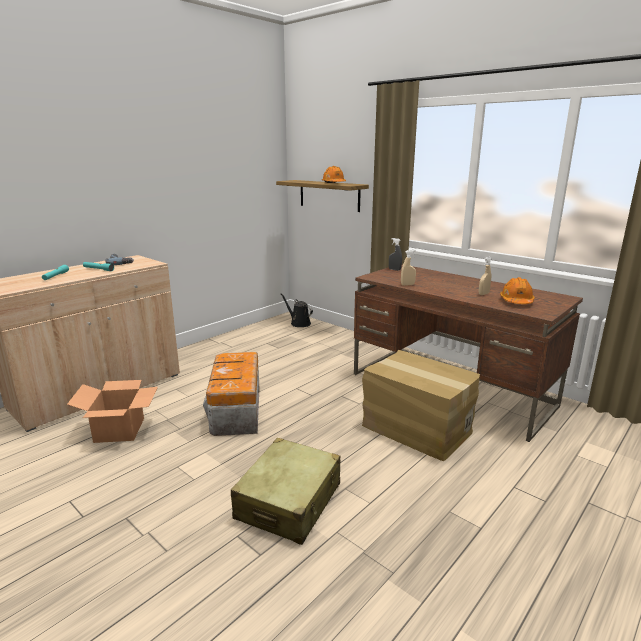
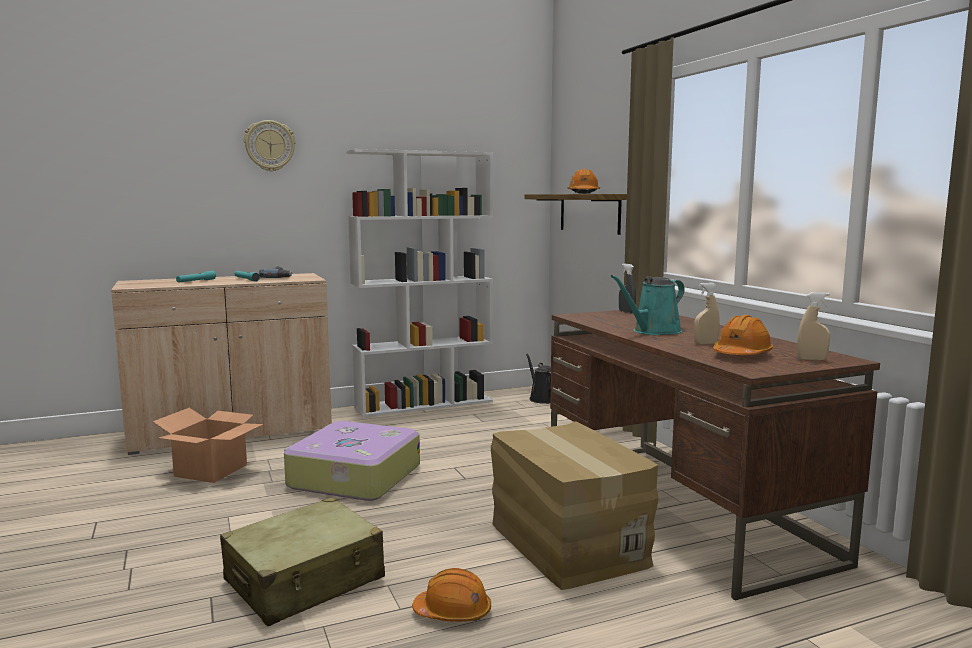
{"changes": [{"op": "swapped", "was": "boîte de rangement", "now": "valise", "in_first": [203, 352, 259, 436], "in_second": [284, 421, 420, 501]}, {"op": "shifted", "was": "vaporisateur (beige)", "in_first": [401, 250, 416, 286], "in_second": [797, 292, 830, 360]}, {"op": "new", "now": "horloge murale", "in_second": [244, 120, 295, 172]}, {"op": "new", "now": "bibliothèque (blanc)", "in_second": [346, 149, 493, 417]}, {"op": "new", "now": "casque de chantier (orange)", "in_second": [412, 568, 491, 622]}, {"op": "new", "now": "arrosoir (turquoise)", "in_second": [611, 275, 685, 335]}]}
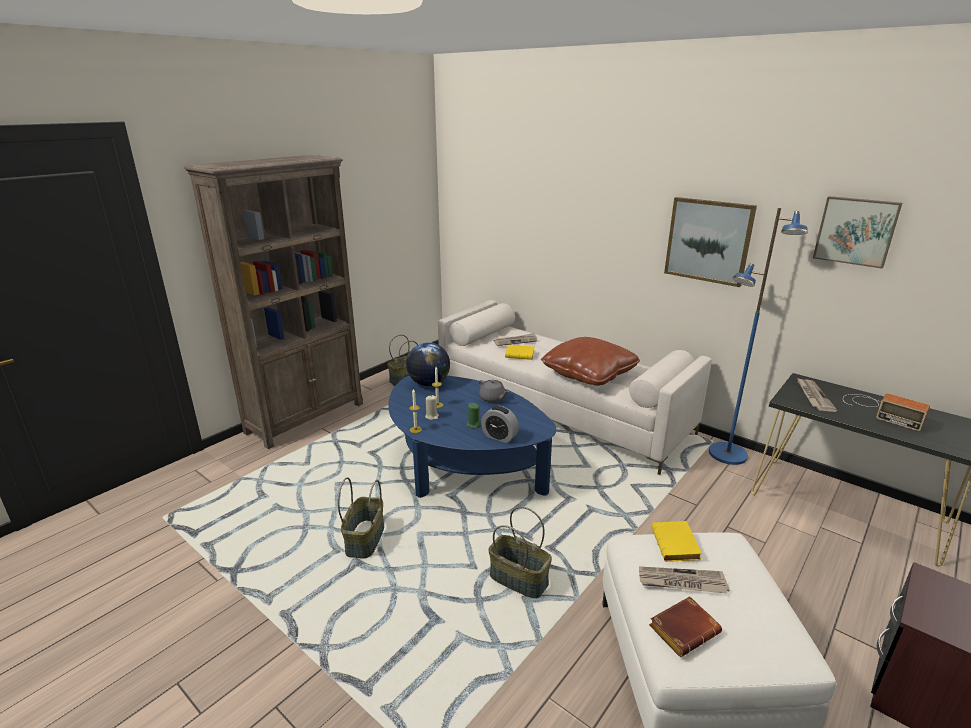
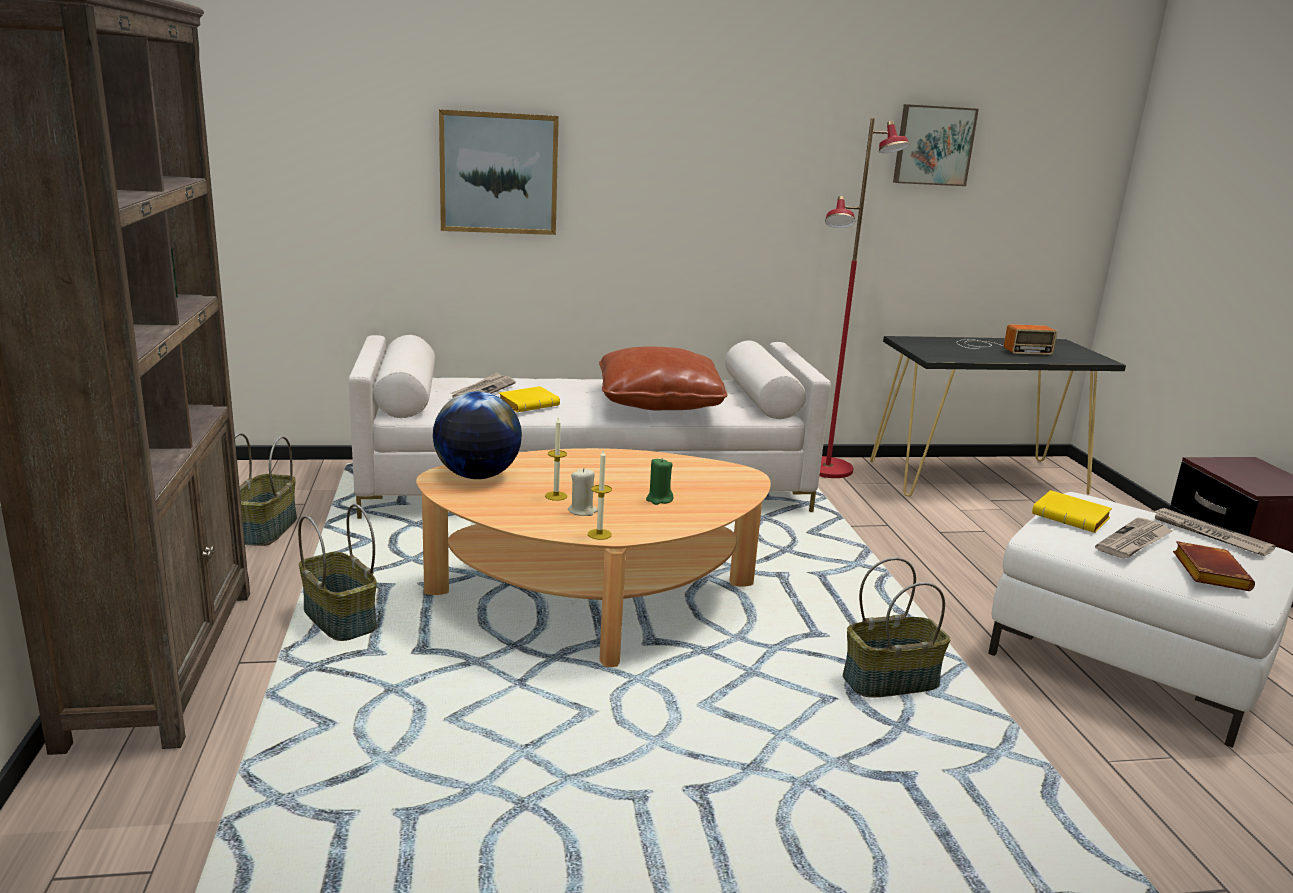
{"changes": [{"op": "shifted", "was": "panier", "in_first": [338, 477, 384, 559], "in_second": [298, 504, 377, 641]}, {"op": "repainted", "was": "table basse (bleu)", "now": "table basse (beige)", "in_first": [389, 376, 556, 498], "in_second": [416, 448, 771, 667]}, {"op": "gone", "was": "théière (gris)", "in_first": [478, 379, 509, 403]}, {"op": "gone", "was": "réveil", "in_first": [481, 406, 519, 443]}, {"op": "shifted", "was": "tableau", "in_first": [664, 197, 757, 287], "in_second": [439, 109, 559, 235]}, {"op": "repainted", "was": "lampadaire (bleu)", "now": "lampadaire (rouge)", "in_first": [709, 208, 808, 465], "in_second": [819, 118, 910, 478]}, {"op": "shifted", "was": "journal", "in_first": [797, 378, 837, 412], "in_second": [1152, 508, 1276, 556]}]}
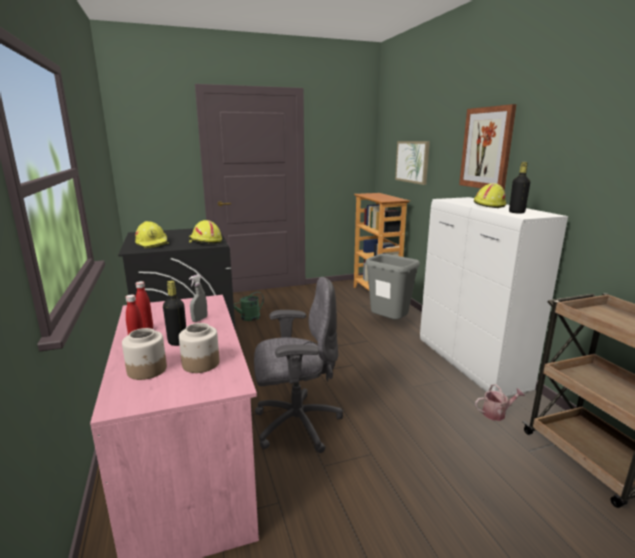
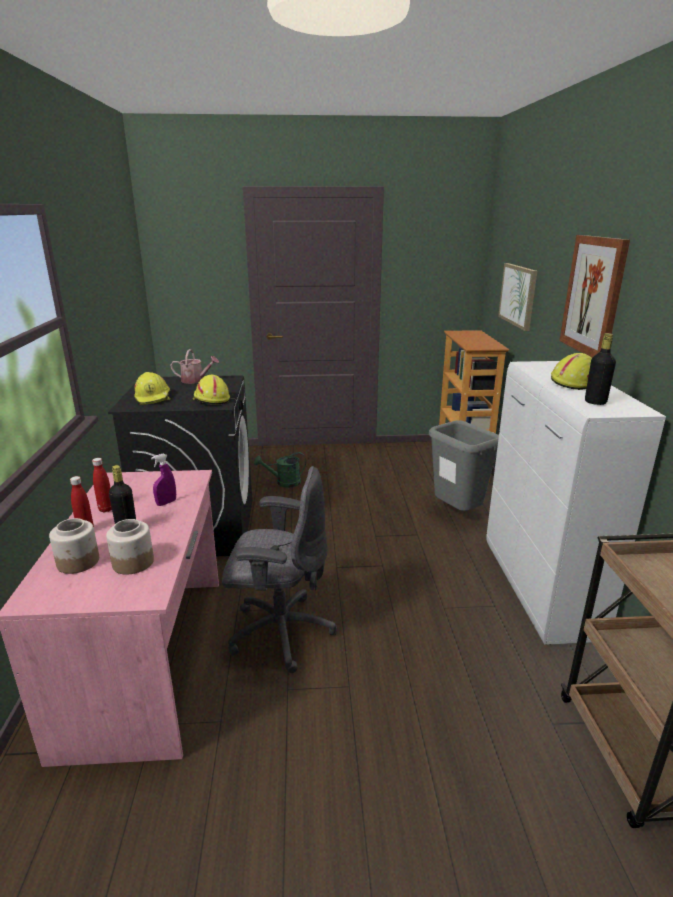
{"changes": [{"op": "repainted", "was": "vaporisateur (gris)", "now": "vaporisateur (violet)", "in_first": [189, 274, 207, 322], "in_second": [151, 454, 176, 506]}, {"op": "shifted", "was": "arrosoir", "in_first": [475, 384, 525, 421], "in_second": [170, 349, 219, 384]}]}
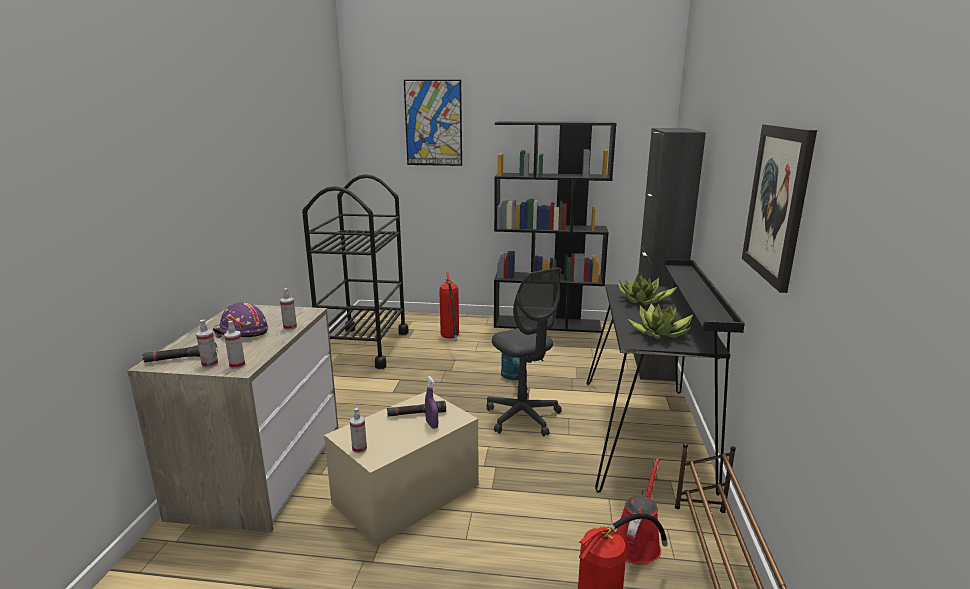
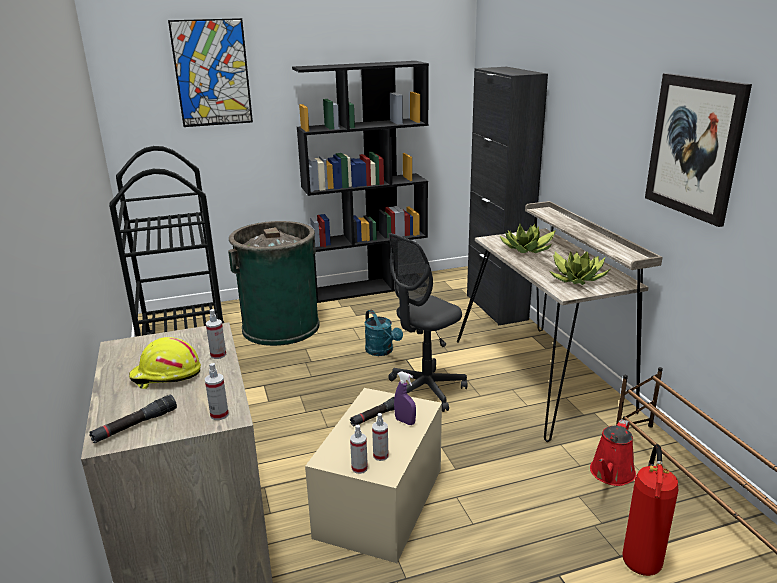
{"changes": [{"op": "shifted", "was": "vaporisateur", "in_first": [196, 320, 218, 368], "in_second": [372, 413, 389, 461]}, {"op": "repainted", "was": "casque de chantier (violet)", "now": "casque de chantier (jaune)", "in_first": [213, 302, 268, 338], "in_second": [129, 337, 201, 389]}, {"op": "swapped", "was": "extincteur", "now": "poubelle (vert)", "in_first": [439, 272, 459, 341], "in_second": [228, 221, 320, 346]}, {"op": "rotated", "was": "chaise de bureau (gris)", "in_first": [486, 267, 562, 436], "in_second": [388, 233, 467, 412], "clockwise": 105}, {"op": "repainted", "was": "bureau (noir)", "now": "bureau (beige)", "in_first": [587, 259, 745, 496], "in_second": [457, 201, 663, 442]}, {"op": "rotated", "was": "arrosoir (rouge)", "in_first": [616, 458, 661, 565], "in_second": [590, 419, 636, 486], "clockwise": -150}]}
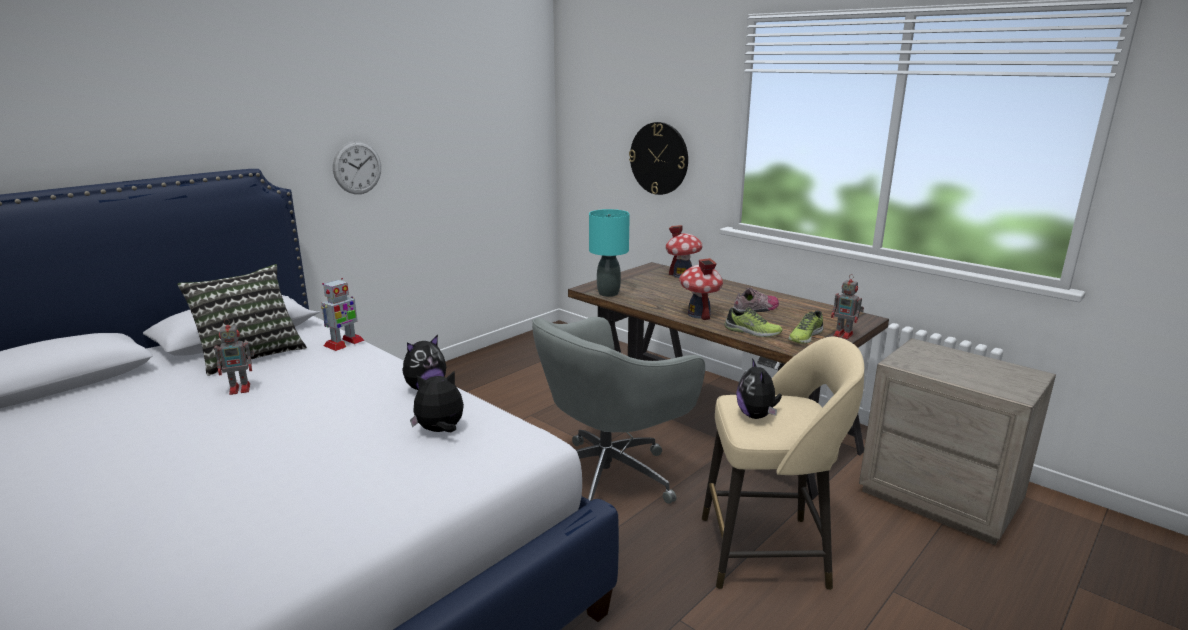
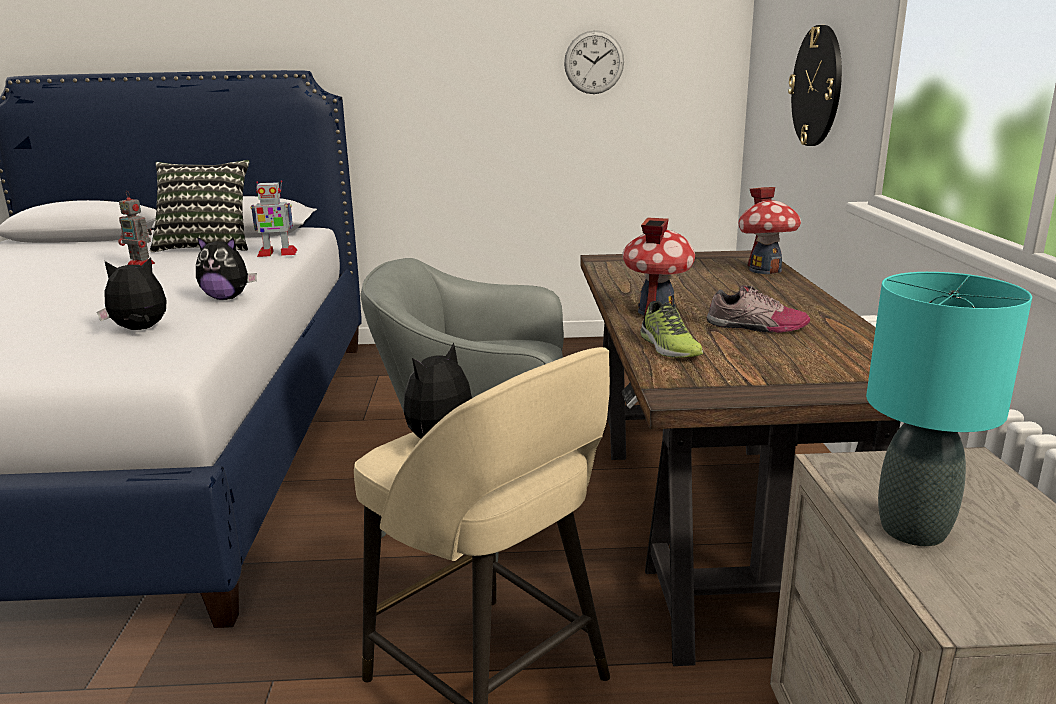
{"changes": [{"op": "shifted", "was": "horloge murale", "in_first": [333, 141, 381, 194], "in_second": [564, 30, 624, 94]}, {"op": "rotated", "was": "peluche", "in_first": [410, 371, 464, 432], "in_second": [97, 257, 167, 330], "clockwise": -45}, {"op": "shifted", "was": "lampe de table (turquoise)", "in_first": [589, 209, 630, 297], "in_second": [866, 272, 1032, 546]}, {"op": "gone", "was": "chaussure", "in_first": [789, 311, 824, 344]}, {"op": "gone", "was": "robot jouet", "in_first": [831, 274, 864, 339]}]}
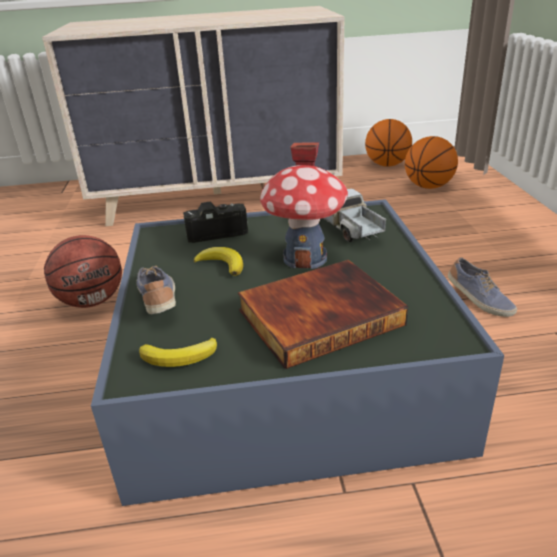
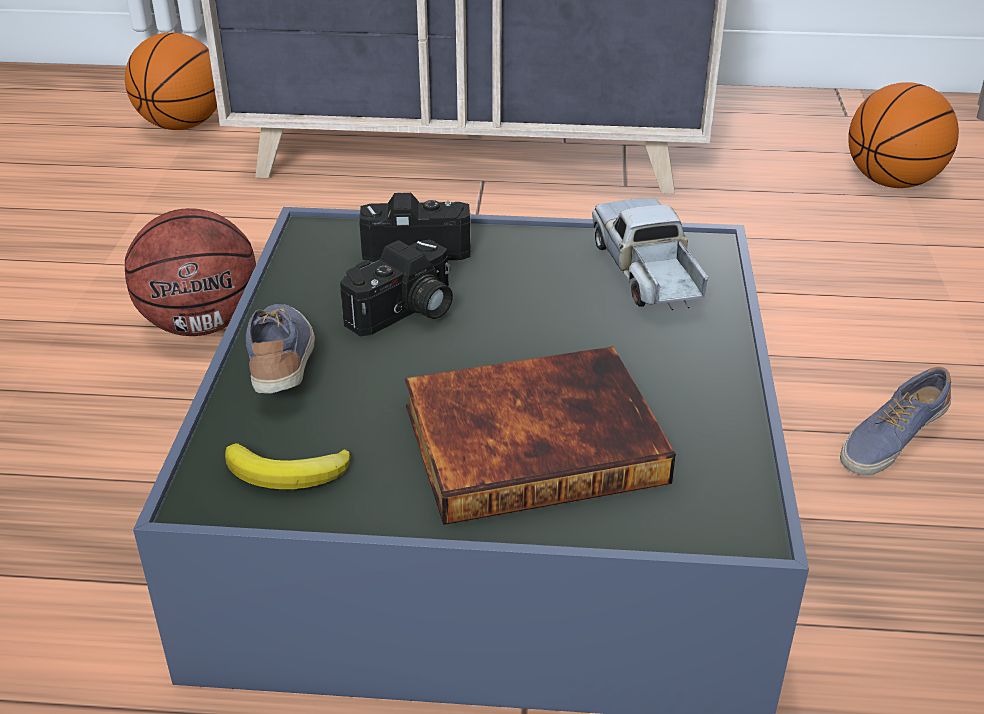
{"changes": [{"op": "swapped", "was": "banane", "now": "appareil photo", "in_first": [194, 247, 243, 276], "in_second": [340, 239, 453, 337]}, {"op": "gone", "was": "maison miniature", "in_first": [260, 143, 348, 269]}, {"op": "shifted", "was": "ballon de basket", "in_first": [365, 119, 412, 167], "in_second": [125, 32, 217, 130]}, {"op": "rotated", "was": "chaussure", "in_first": [448, 257, 517, 317], "in_second": [840, 367, 951, 476], "clockwise": 75}]}
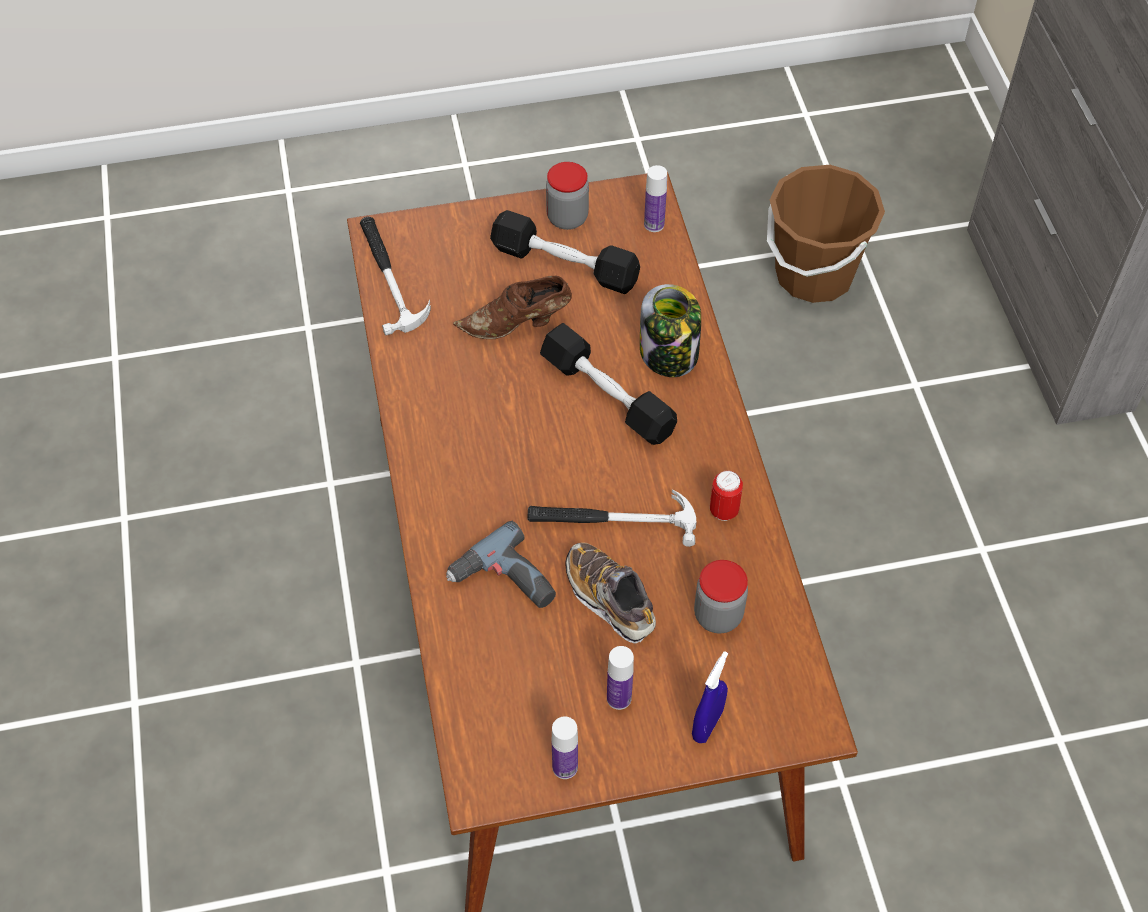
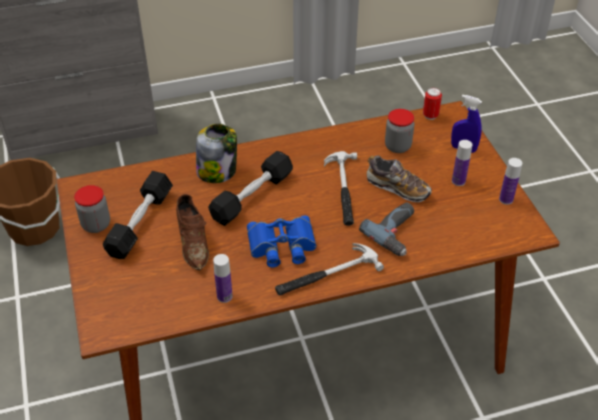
{"changes": [{"op": "shifted", "was": "marteau", "in_first": [360, 217, 431, 336], "in_second": [275, 243, 384, 295]}, {"op": "rotated", "was": "chaussure", "in_first": [565, 542, 656, 644], "in_second": [367, 156, 432, 202], "clockwise": -105}, {"op": "shifted", "was": "bouteille", "in_first": [644, 165, 667, 232], "in_second": [213, 254, 233, 303]}, {"op": "shifted", "was": "boîte métallique", "in_first": [710, 471, 743, 521], "in_second": [423, 88, 442, 120]}, {"op": "new", "now": "jumelles (bleu)", "in_second": [247, 215, 316, 267]}]}
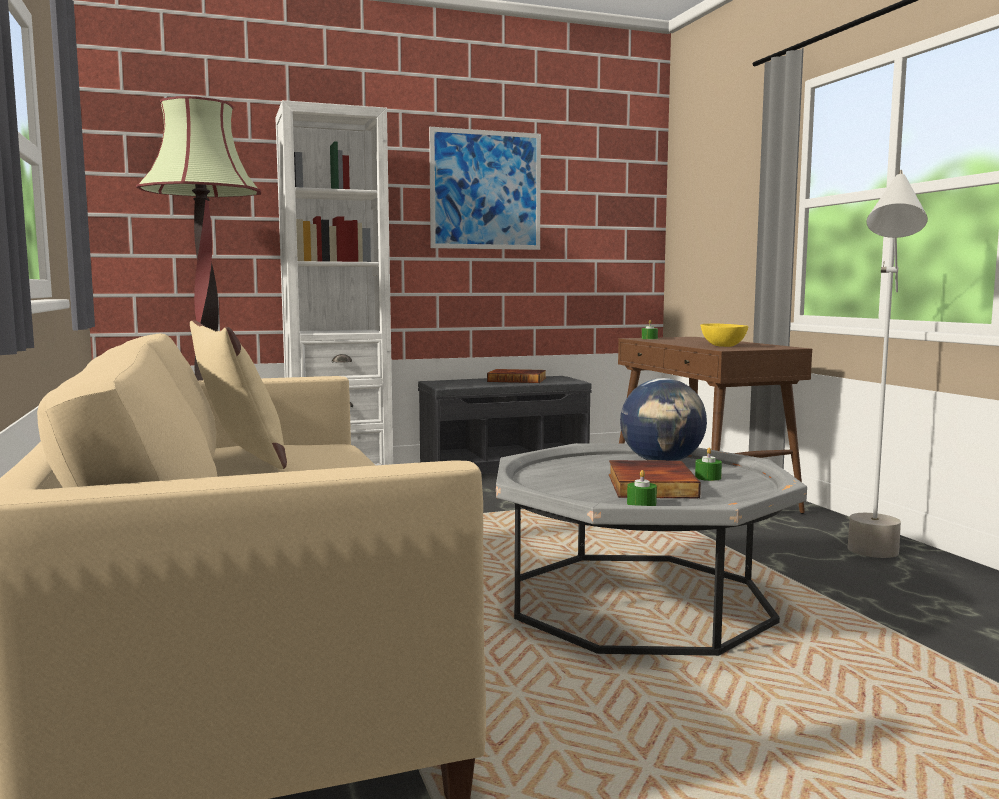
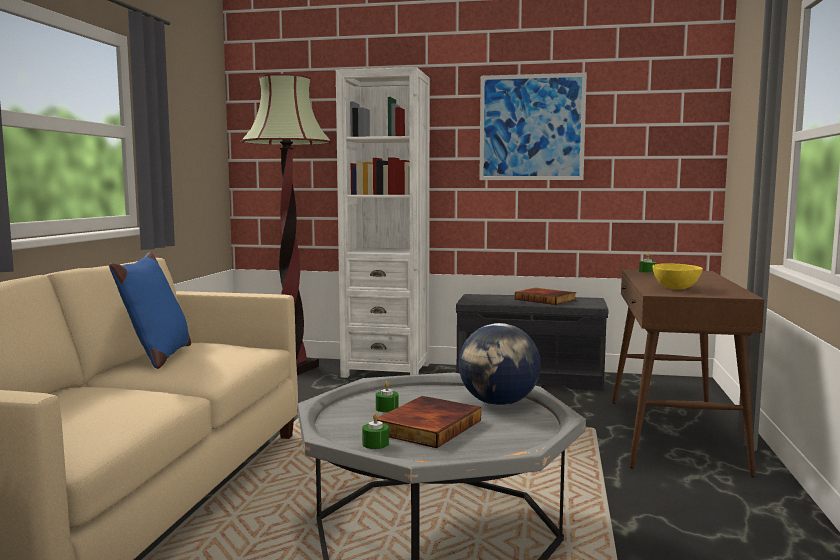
{"changes": [{"op": "repainted", "was": "coussin (beige)", "now": "coussin (bleu)", "in_first": [190, 320, 287, 469], "in_second": [109, 252, 191, 369]}, {"op": "shifted", "was": "bougie (vert)", "in_first": [695, 448, 722, 481], "in_second": [376, 382, 399, 412]}, {"op": "gone", "was": "lampadaire (gris)", "in_first": [848, 170, 928, 558]}]}
